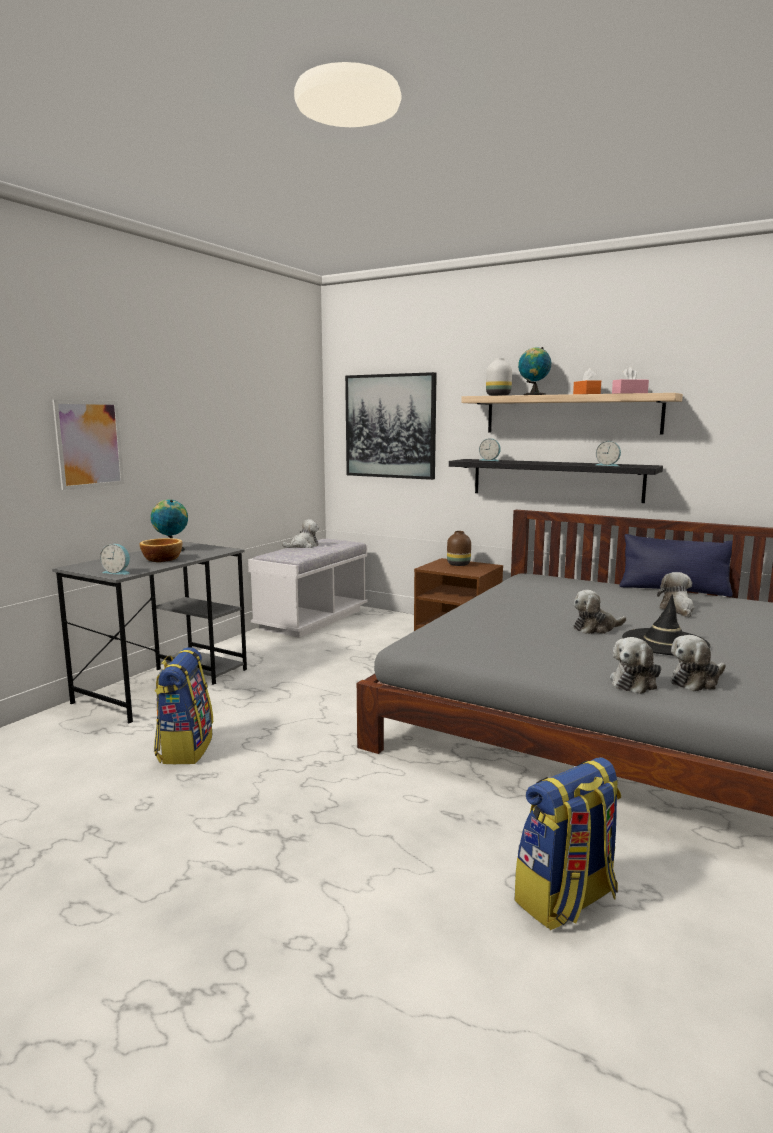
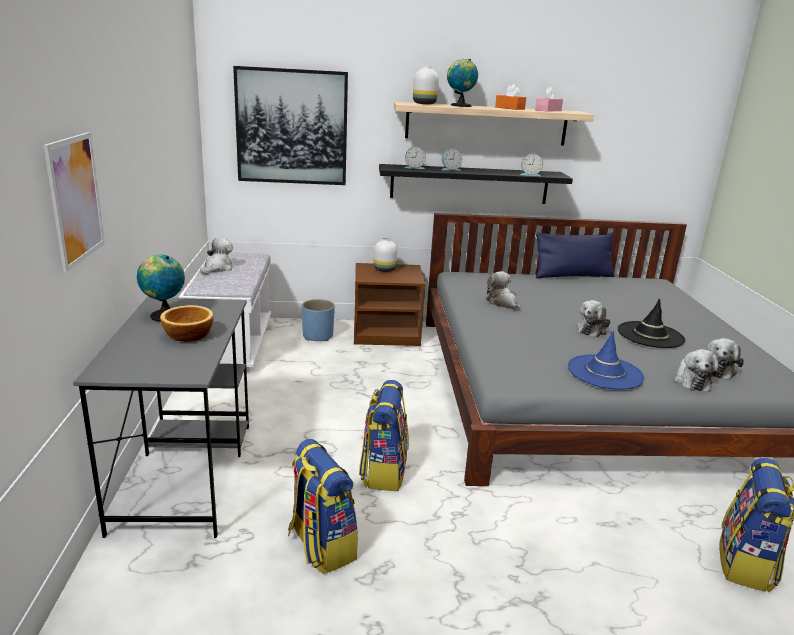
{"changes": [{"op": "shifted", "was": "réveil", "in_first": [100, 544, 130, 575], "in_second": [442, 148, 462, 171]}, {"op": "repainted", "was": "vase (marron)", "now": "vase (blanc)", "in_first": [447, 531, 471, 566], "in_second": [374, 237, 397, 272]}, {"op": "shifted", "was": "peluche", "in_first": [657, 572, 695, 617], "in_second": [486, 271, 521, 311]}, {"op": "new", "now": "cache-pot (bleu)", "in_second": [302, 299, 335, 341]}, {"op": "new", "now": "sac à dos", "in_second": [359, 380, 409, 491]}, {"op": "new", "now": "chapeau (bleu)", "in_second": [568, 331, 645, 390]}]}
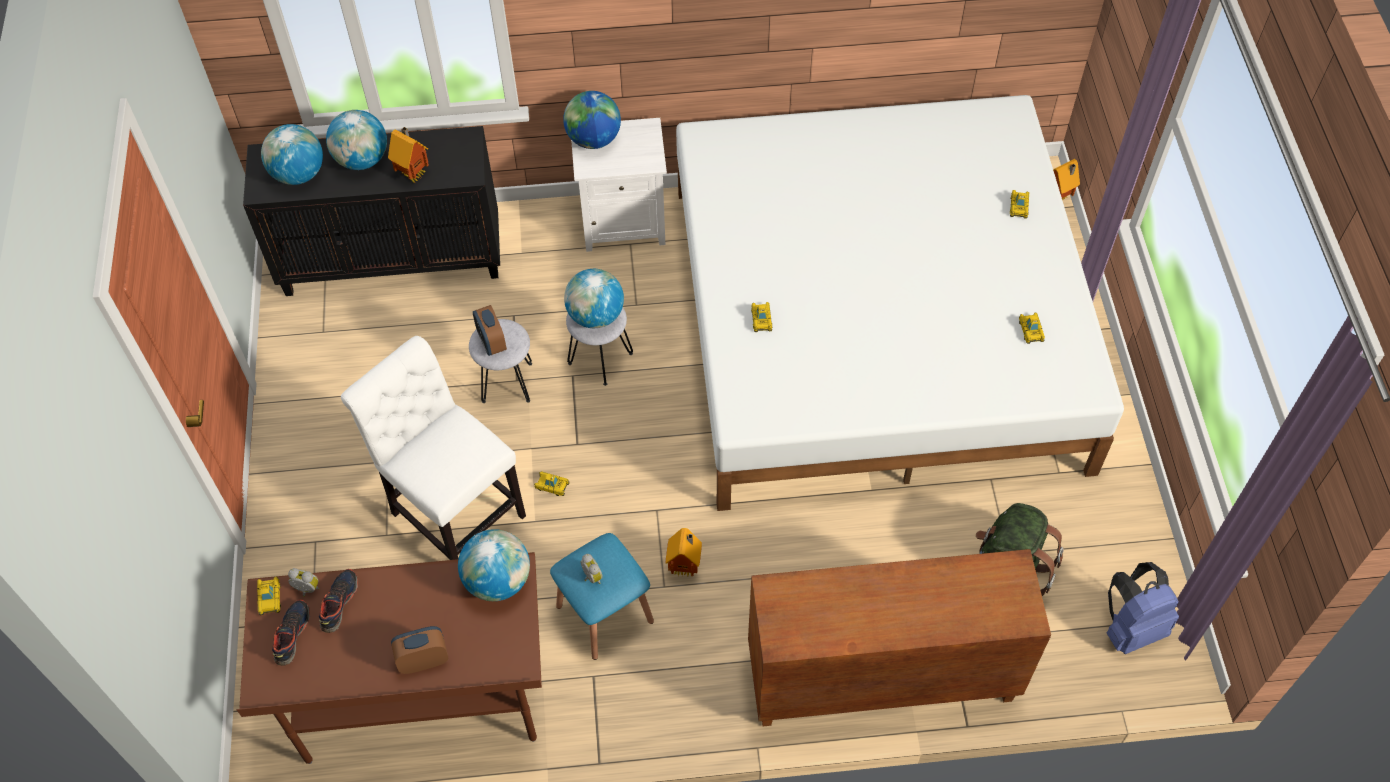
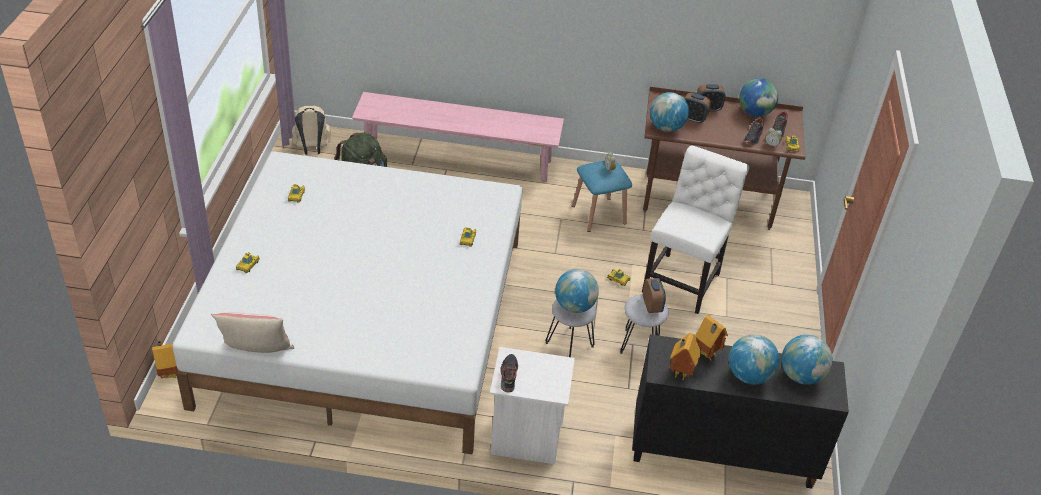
{"changes": [{"op": "rotated", "was": "chaise (blanc)", "in_first": [341, 336, 526, 560], "in_second": [642, 146, 749, 314], "clockwise": -120}, {"op": "shifted", "was": "globe", "in_first": [563, 91, 621, 149], "in_second": [739, 78, 778, 117]}, {"op": "shifted", "was": "maison miniature", "in_first": [666, 528, 702, 577], "in_second": [670, 333, 701, 380]}, {"op": "swapped", "was": "meuble de rangement (marron)", "now": "banc (rose)", "in_first": [748, 549, 1051, 726], "in_second": [352, 92, 564, 183]}, {"op": "repainted", "was": "sac à dos (bleu)", "now": "sac à dos (beige)", "in_first": [1106, 562, 1179, 654], "in_second": [292, 106, 331, 155]}, {"op": "new", "now": "coussin", "in_second": [211, 312, 294, 353]}, {"op": "new", "now": "chaussure", "in_second": [500, 354, 518, 392]}, {"op": "new", "now": "réveil", "in_second": [684, 93, 711, 124]}]}
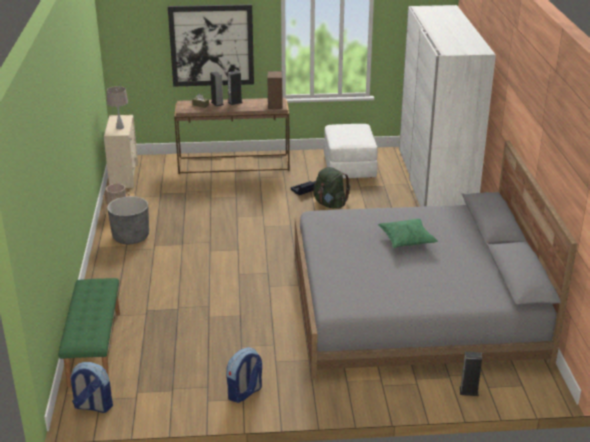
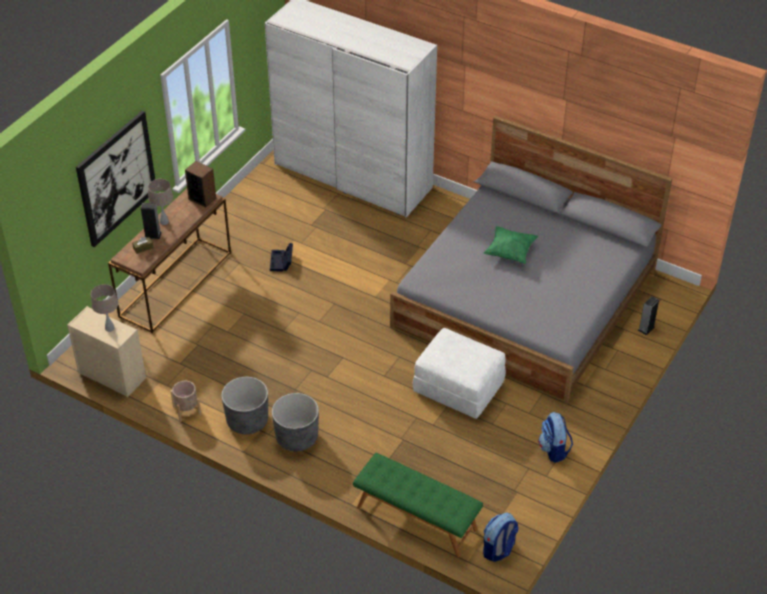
{"changes": [{"op": "swapped", "was": "enceinte", "now": "lampe de table (beige)", "in_first": [228, 71, 242, 105], "in_second": [148, 179, 173, 225]}, {"op": "gone", "was": "sac à dos (vert)", "in_first": [313, 167, 350, 209]}, {"op": "shifted", "was": "pouf (blanc)", "in_first": [324, 124, 378, 178], "in_second": [413, 328, 506, 419]}, {"op": "new", "now": "cache-pot (gris)", "in_second": [272, 393, 319, 451]}]}
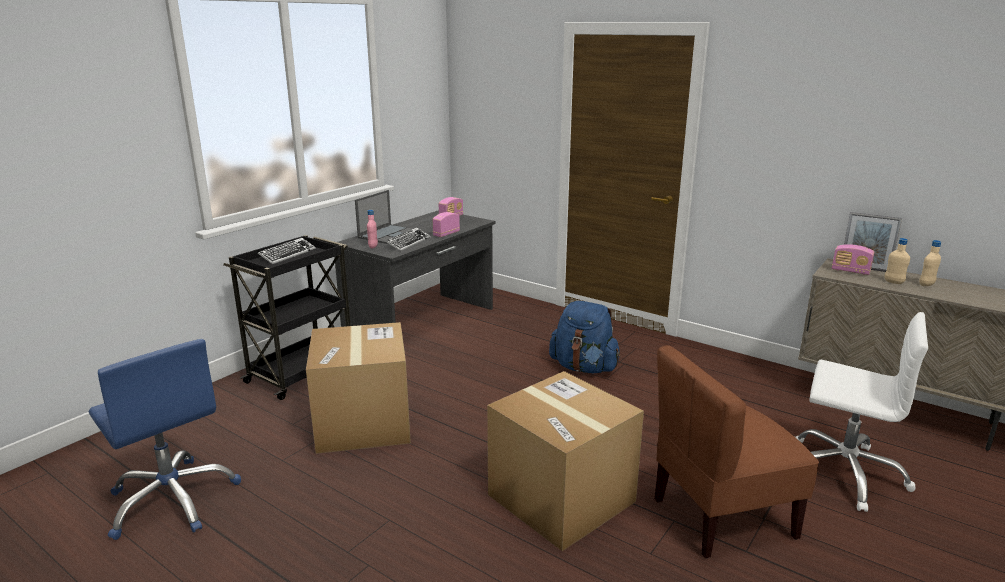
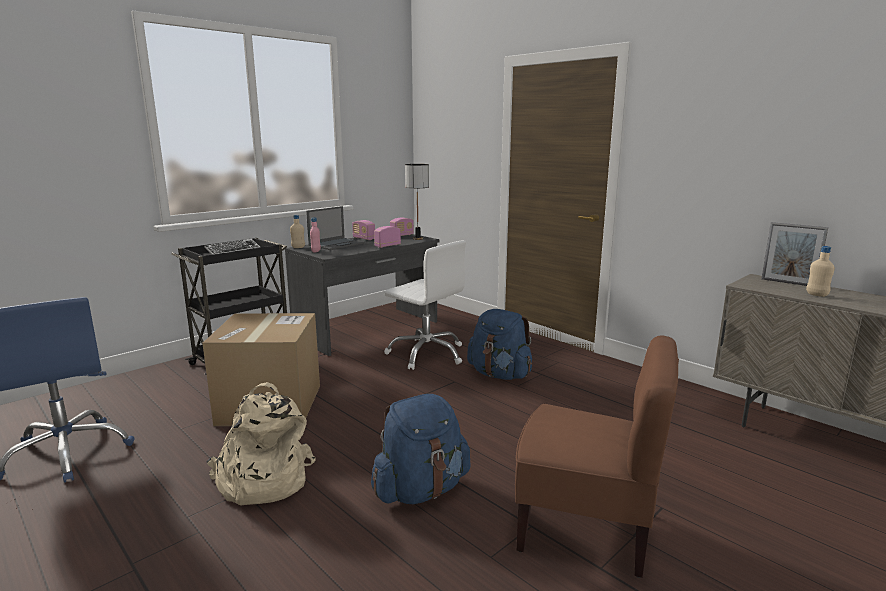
{"changes": [{"op": "gone", "was": "clavier", "in_first": [386, 227, 430, 251]}, {"op": "swapped", "was": "carton", "now": "sac à dos (bleu)", "in_first": [487, 371, 644, 551], "in_second": [371, 394, 470, 504]}, {"op": "rotated", "was": "chaise (marron)", "in_first": [655, 345, 819, 558], "in_second": [515, 335, 679, 578], "clockwise": -150}, {"op": "shifted", "was": "chaise de bureau (blanc)", "in_first": [795, 312, 928, 512], "in_second": [384, 240, 466, 370]}, {"op": "shifted", "was": "radio", "in_first": [832, 244, 875, 275], "in_second": [352, 220, 375, 240]}, {"op": "shifted", "was": "bouteille (beige)", "in_first": [919, 240, 941, 286], "in_second": [290, 215, 305, 248]}, {"op": "new", "now": "sac à dos (beige)", "in_second": [207, 382, 316, 506]}, {"op": "new", "now": "lampe de table", "in_second": [405, 164, 429, 240]}]}
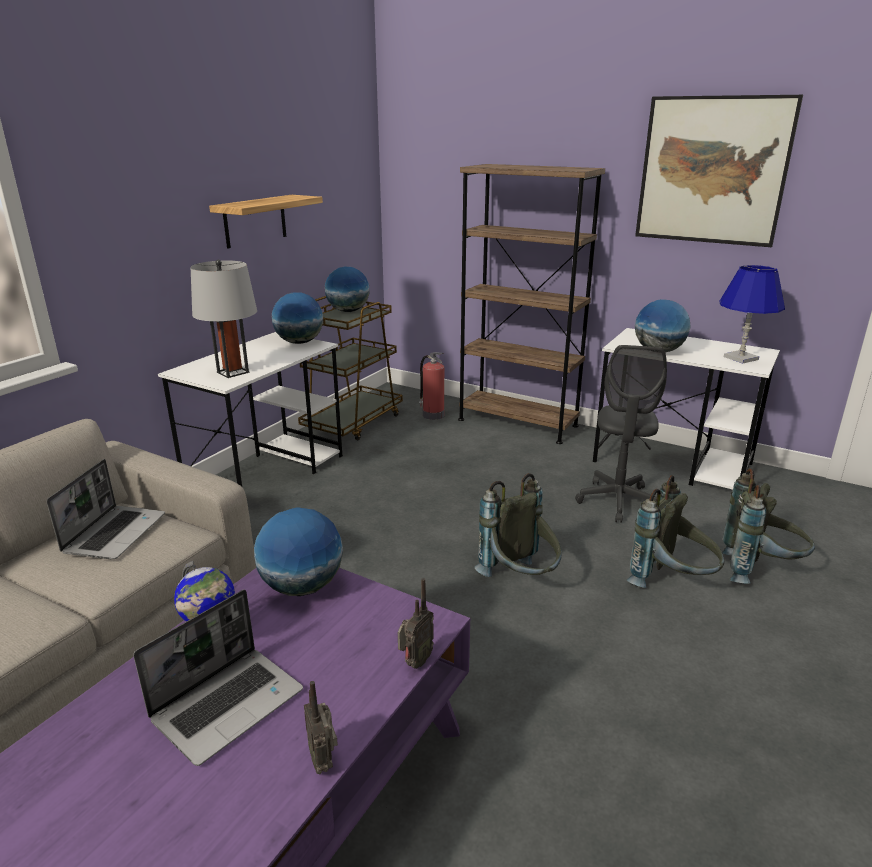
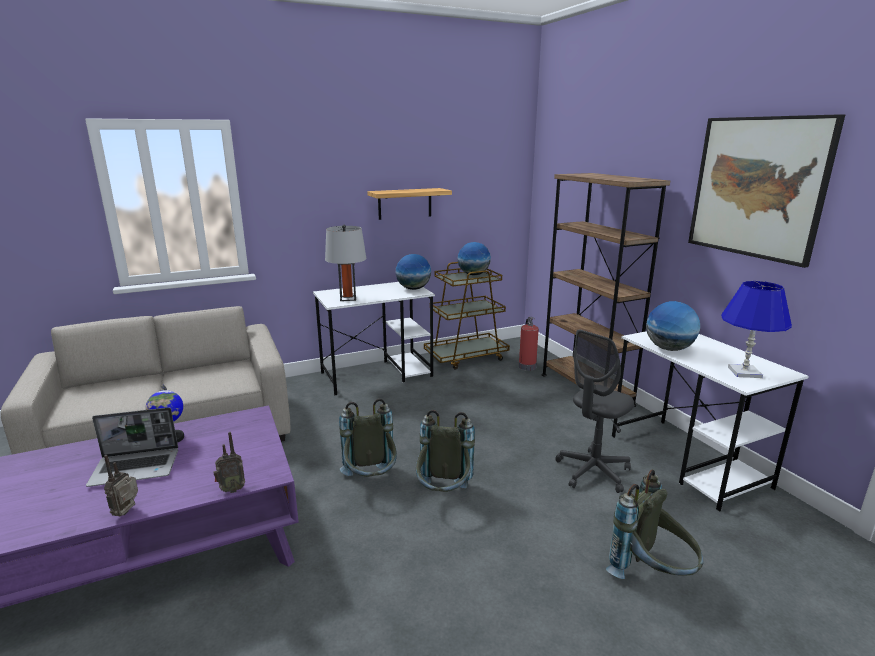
{"changes": [{"op": "gone", "was": "ordinateur portable", "in_first": [46, 459, 165, 559]}, {"op": "gone", "was": "globe", "in_first": [254, 507, 343, 596]}, {"op": "shifted", "was": "sac à dos (gris)", "in_first": [627, 475, 725, 588], "in_second": [339, 398, 397, 477]}]}
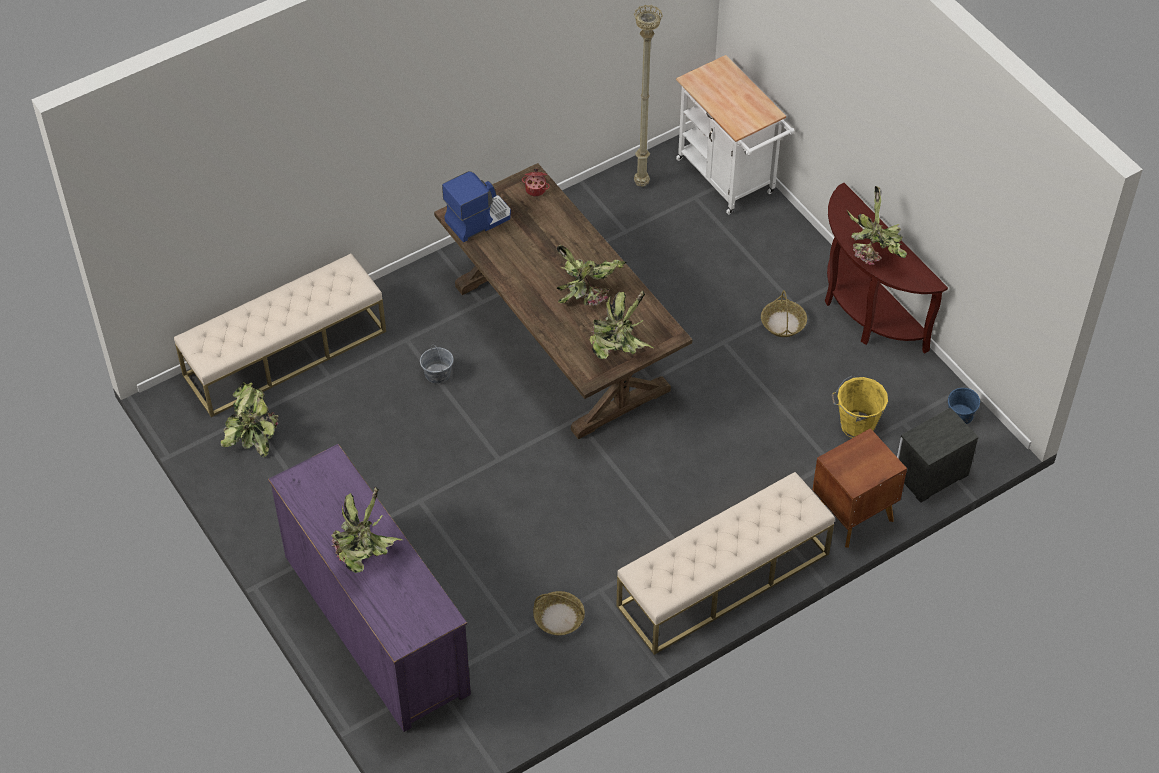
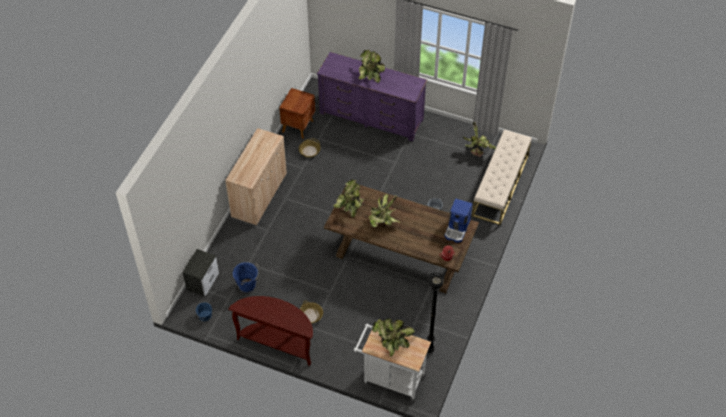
{"changes": [{"op": "swapped", "was": "banc (beige)", "now": "meuble de rangement (beige)", "in_first": [616, 472, 835, 655], "in_second": [225, 128, 287, 225]}, {"op": "repainted", "was": "lampadaire (beige)", "now": "lampadaire (noir)", "in_first": [634, 5, 663, 187], "in_second": [427, 272, 445, 353]}, {"op": "shifted", "was": "table de chevet (marron)", "in_first": [812, 428, 907, 548], "in_second": [279, 88, 315, 139]}, {"op": "repainted", "was": "seau (jaune)", "now": "seau (bleu)", "in_first": [831, 376, 888, 438], "in_second": [233, 262, 259, 293]}, {"op": "shifted", "was": "plante en pot", "in_first": [847, 186, 907, 265], "in_second": [372, 319, 415, 357]}]}
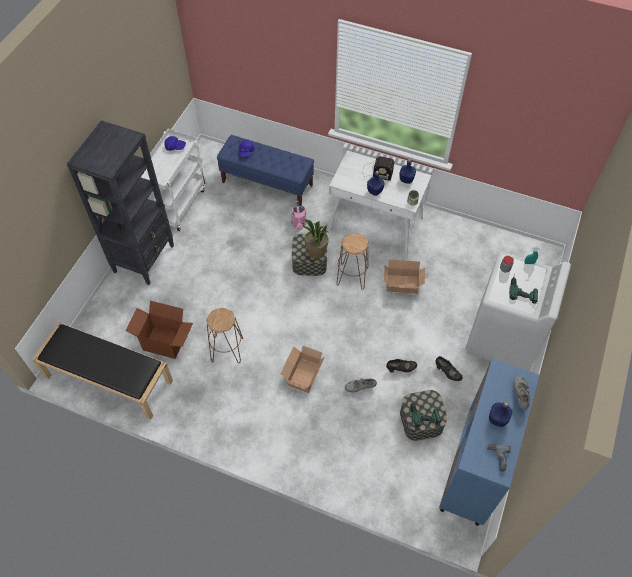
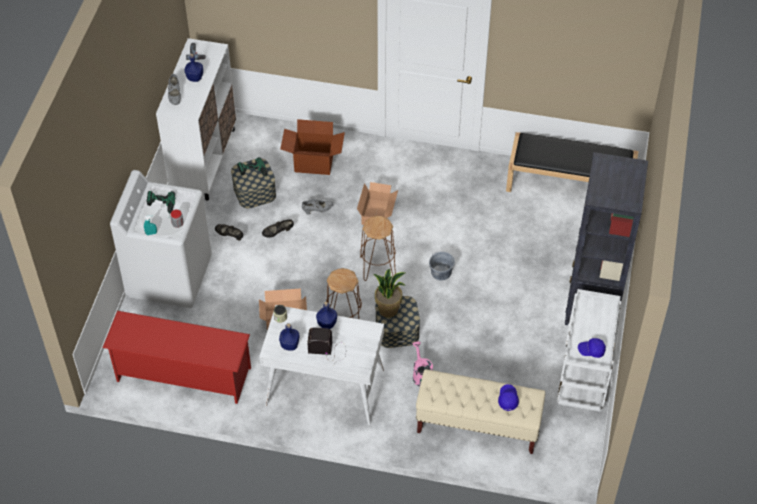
{"changes": [{"op": "shifted", "was": "carton", "in_first": [126, 301, 193, 359], "in_second": [280, 119, 345, 175]}, {"op": "shifted", "was": "tabouret (marron)", "in_first": [206, 308, 243, 363], "in_second": [360, 216, 396, 281]}, {"op": "repainted", "was": "banc (bleu)", "now": "banc (beige)", "in_first": [217, 135, 314, 206], "in_second": [416, 369, 545, 454]}, {"op": "repainted", "was": "meuble de rangement (bleu)", "now": "meuble de rangement (blanc)", "in_first": [439, 359, 540, 526], "in_second": [156, 38, 237, 200]}, {"op": "new", "now": "étagère à chaussures (rouge)", "in_second": [103, 311, 251, 404]}, {"op": "new", "now": "seau (gris)", "in_second": [429, 252, 455, 280]}]}
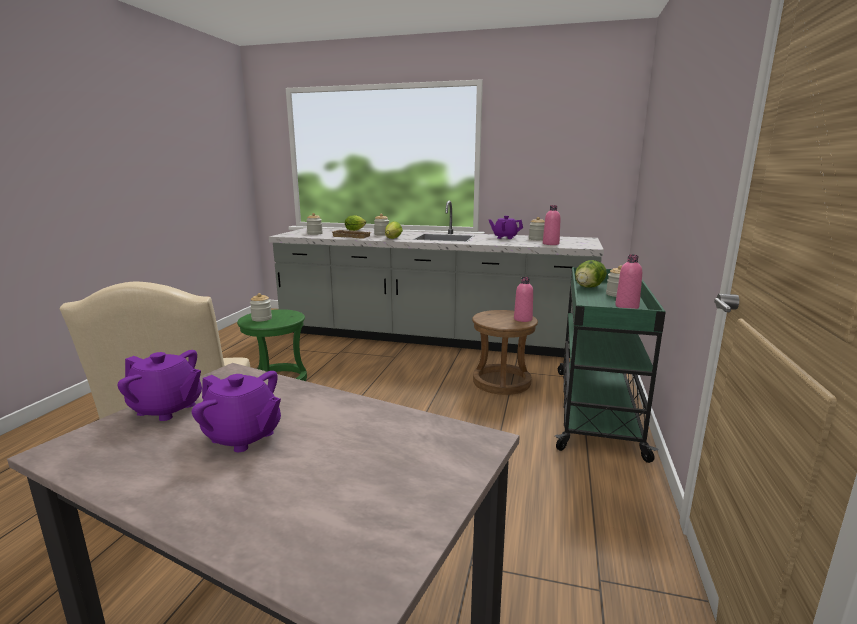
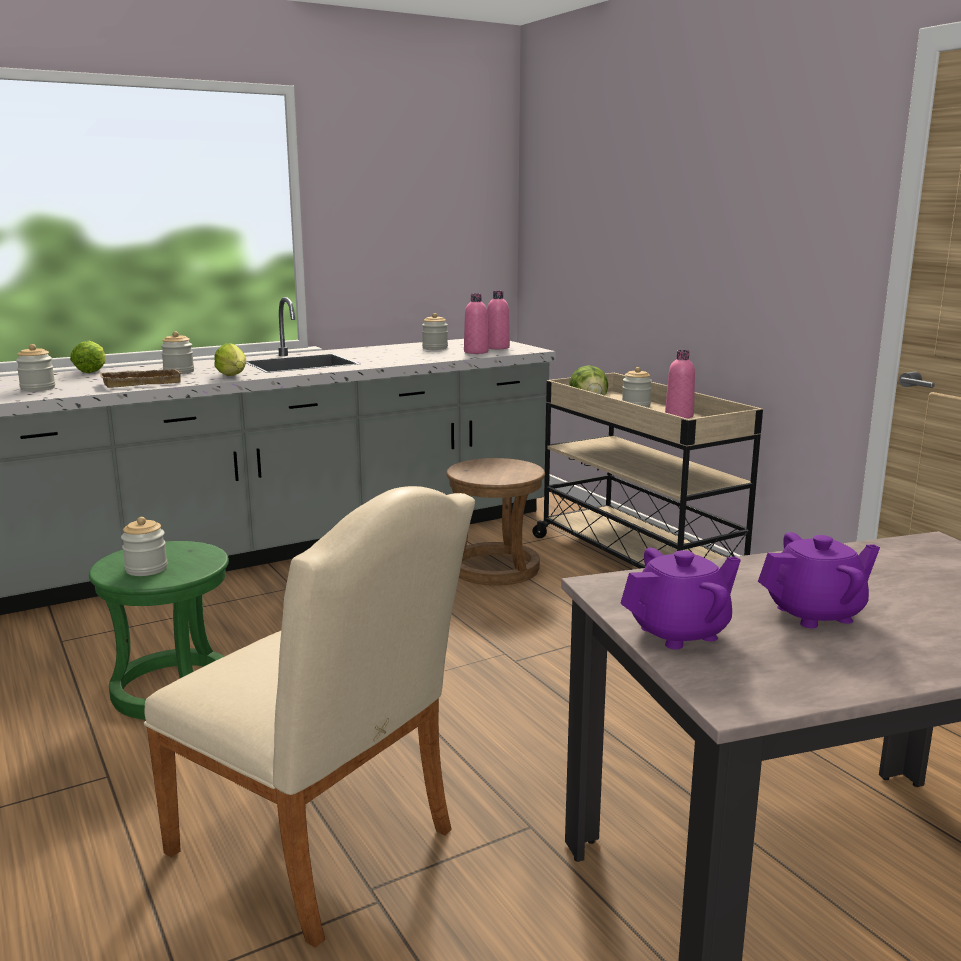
{"changes": [{"op": "gone", "was": "théière (violet)", "in_first": [489, 216, 523, 239]}, {"op": "shifted", "was": "bouteille (rose)", "in_first": [514, 277, 533, 322], "in_second": [487, 291, 510, 349]}, {"op": "repainted", "was": "chariot (vert)", "now": "chariot (beige)", "in_first": [555, 267, 666, 463], "in_second": [533, 373, 763, 568]}]}
